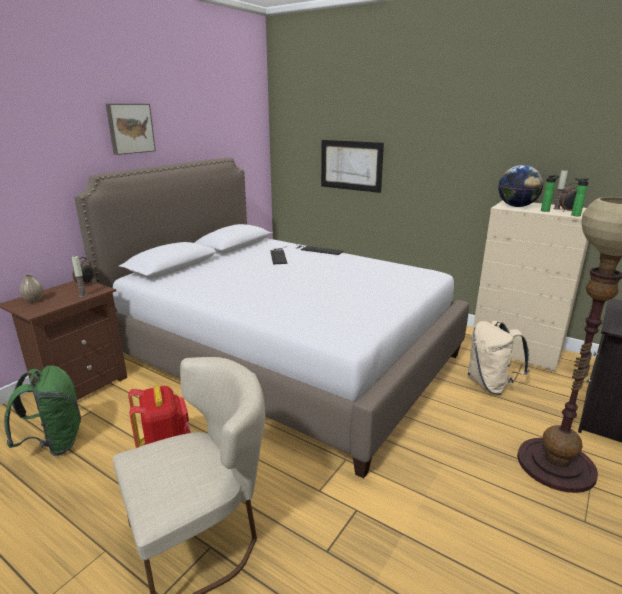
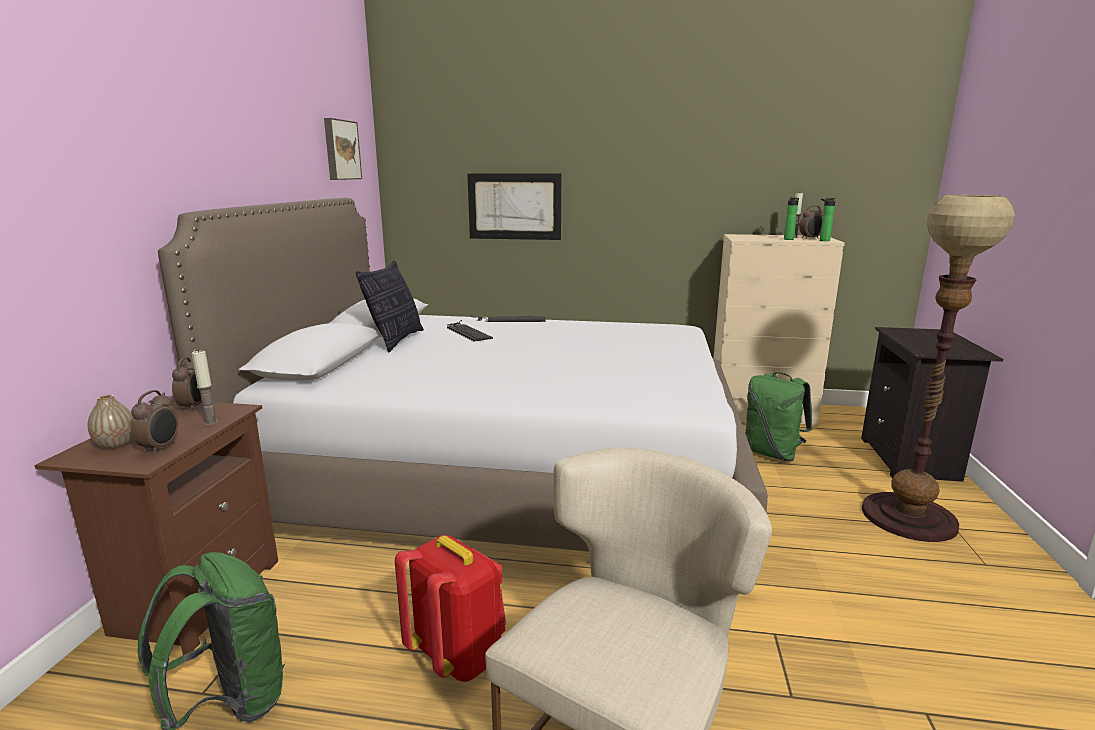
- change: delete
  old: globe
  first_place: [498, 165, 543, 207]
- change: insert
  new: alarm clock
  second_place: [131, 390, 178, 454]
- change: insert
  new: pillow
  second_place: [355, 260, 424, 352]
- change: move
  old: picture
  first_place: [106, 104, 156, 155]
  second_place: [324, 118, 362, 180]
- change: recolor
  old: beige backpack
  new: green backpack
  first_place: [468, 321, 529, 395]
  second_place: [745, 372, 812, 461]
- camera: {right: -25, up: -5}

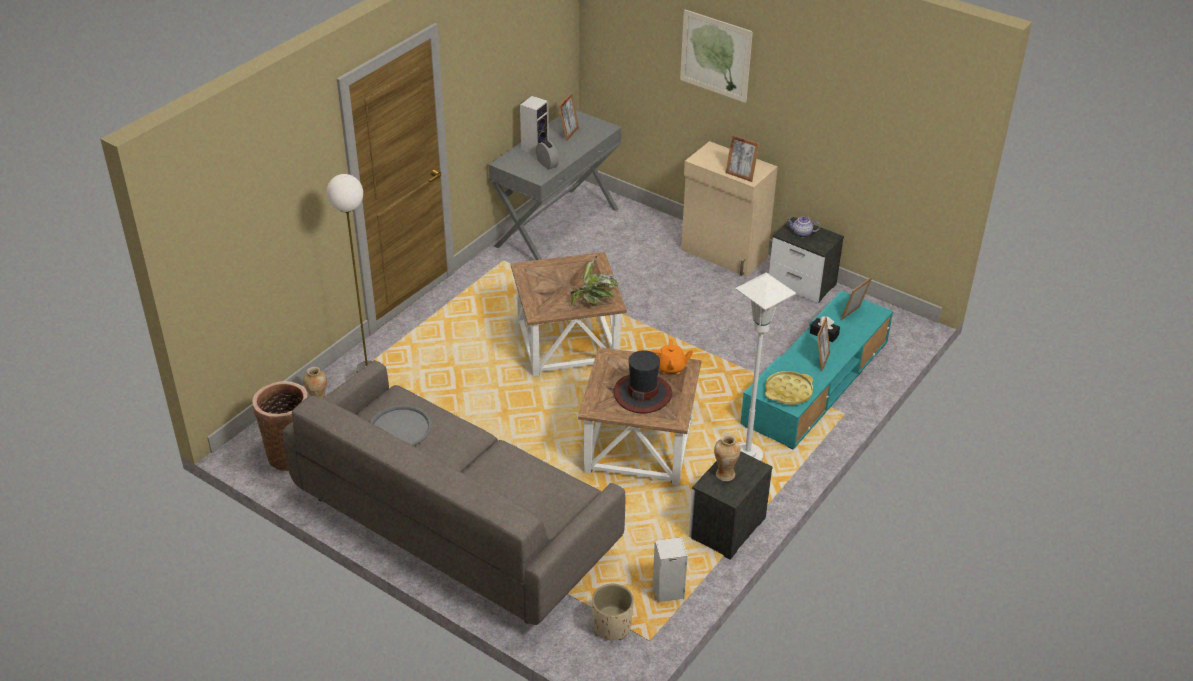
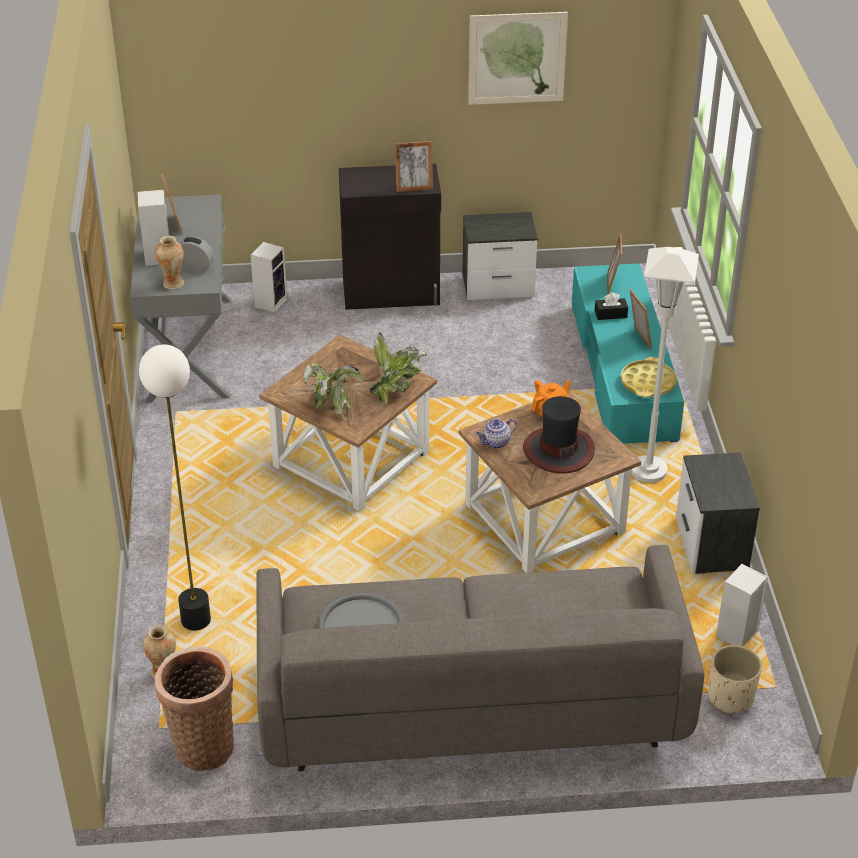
- change: insert
  new: speaker
  second_place: [250, 242, 287, 313]
- change: insert
  new: potted plant
  second_place: [303, 362, 364, 419]
- change: move
  old: picture
  first_place: [680, 10, 753, 103]
  second_place: [468, 12, 568, 105]
- change: move
  old: vase
  first_place: [714, 434, 741, 481]
  second_place: [155, 236, 184, 290]
- change: move
  old: teapot
  first_place: [787, 216, 820, 237]
  second_place: [476, 418, 517, 449]
- change: recolor
  old: beige cabinet
  new: black cabinet
  first_place: [681, 141, 778, 277]
  second_place: [339, 164, 441, 310]
- camera: {right: -40, up: 0}

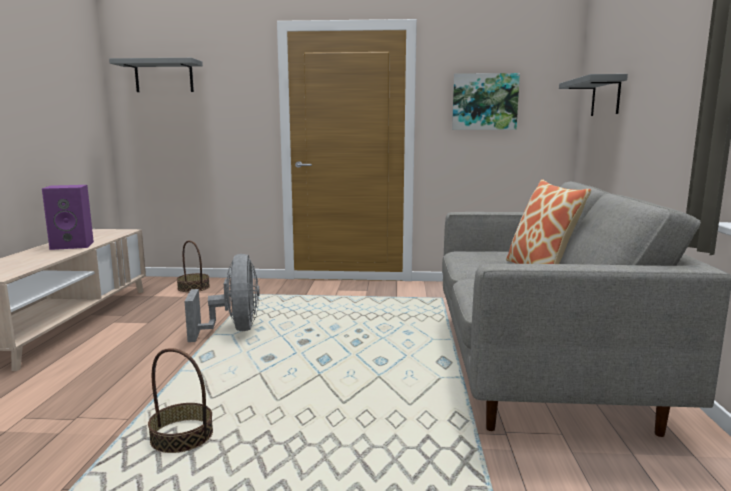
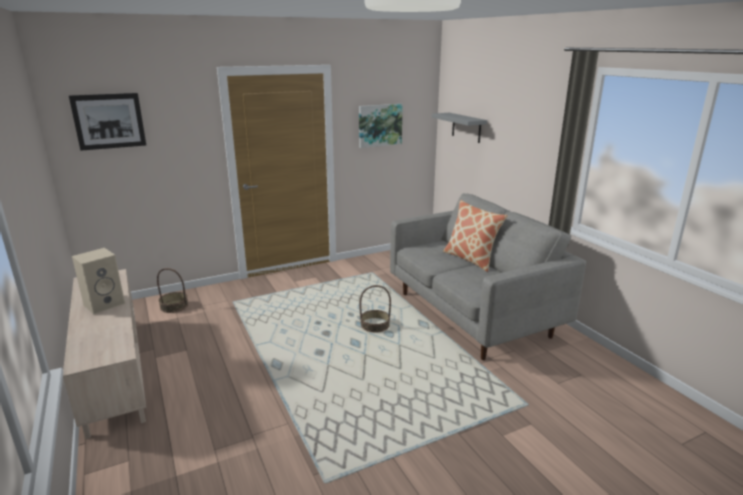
- change: delete
  old: grey fan
  first_place: [185, 254, 259, 342]
- change: move
  old: basket
  first_place: [148, 348, 213, 453]
  second_place: [360, 285, 391, 333]
- change: replace
  old: grey shelf
  new: picture
  first_place: [109, 58, 203, 92]
  second_place: [69, 93, 146, 151]
- change: recolor
  old: purple speaker
  new: beige speaker
  first_place: [42, 185, 94, 250]
  second_place: [72, 248, 125, 314]
- camera: {right: -30, up: 10}

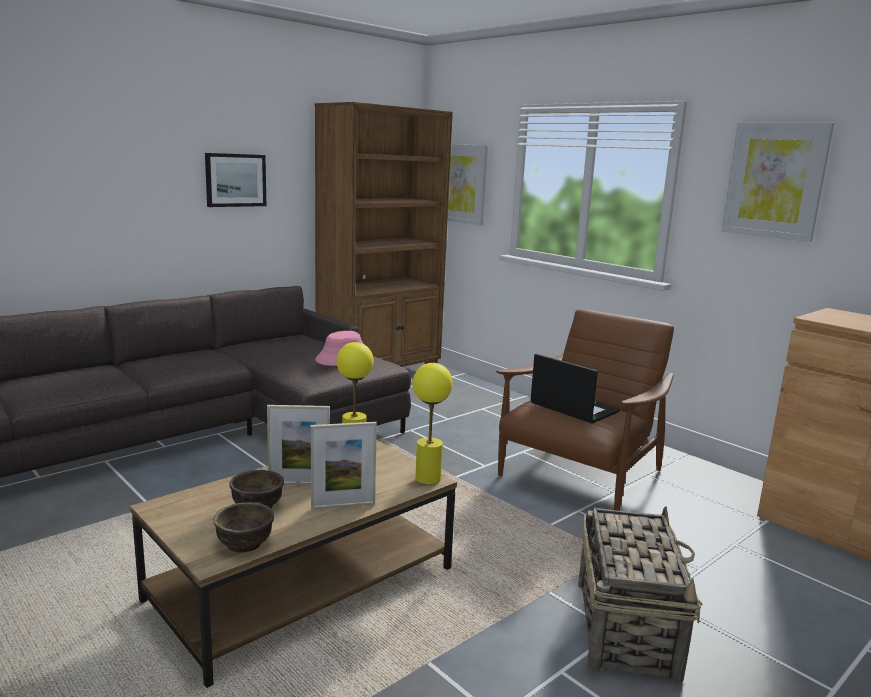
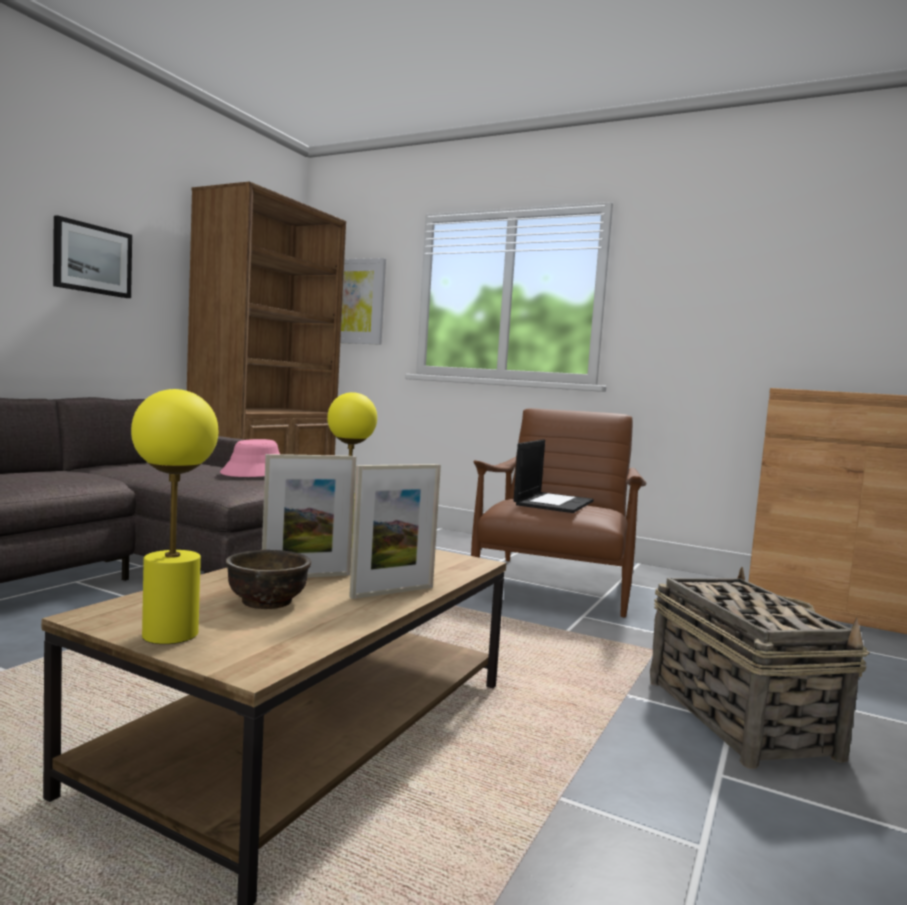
- change: delete
  old: brown bowl
  first_place: [213, 502, 274, 553]
- change: delete
  old: picture
  first_place: [721, 123, 834, 242]
- change: move
  old: yellow table lamp
  first_place: [413, 363, 453, 485]
  second_place: [131, 389, 218, 644]
- change: rotate
  old: laptop
  first_place: [530, 354, 620, 424]
  second_place: [513, 440, 594, 513]
  degrees: 90
- camera: {right: -20, up: -10}

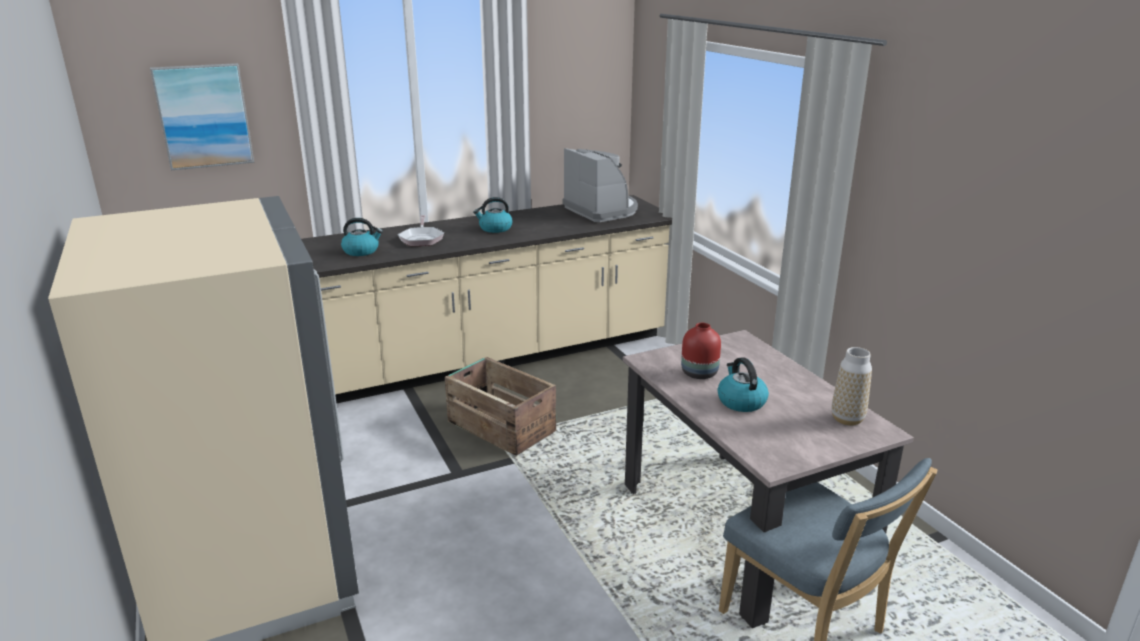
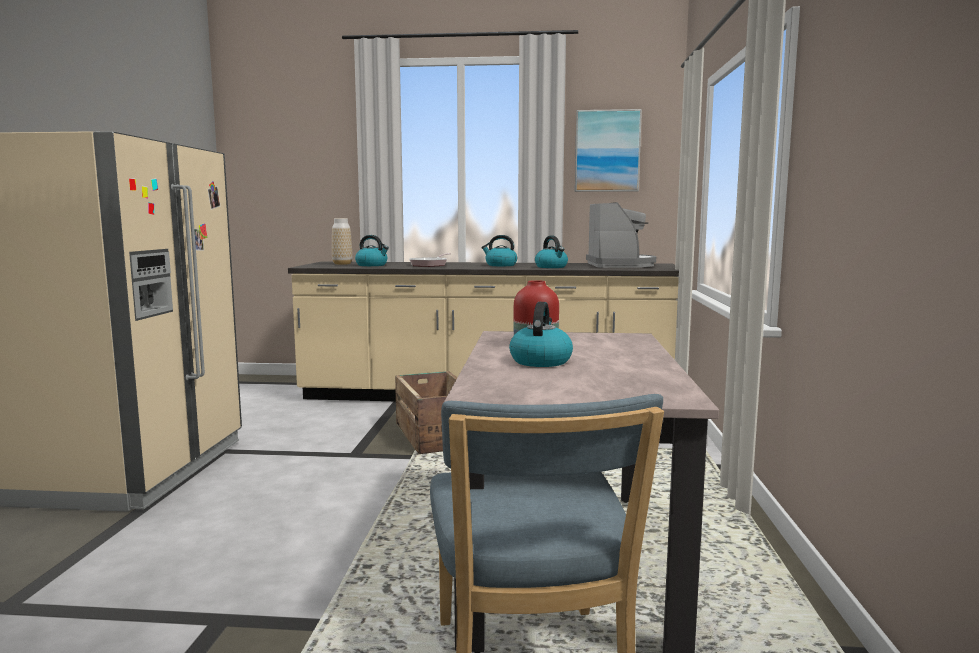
- change: insert
  new: kettle
  second_place: [535, 236, 568, 268]
- change: move
  old: picture
  first_place: [150, 63, 254, 170]
  second_place: [575, 109, 642, 192]
- change: move
  old: vase
  first_place: [831, 347, 872, 426]
  second_place: [332, 218, 353, 265]
- camera: {right: 30, up: -15}

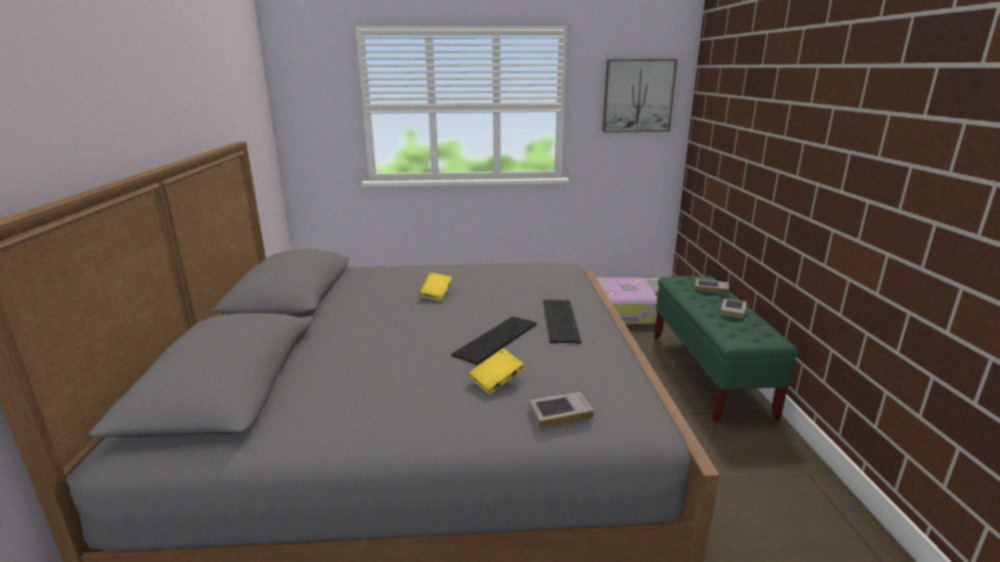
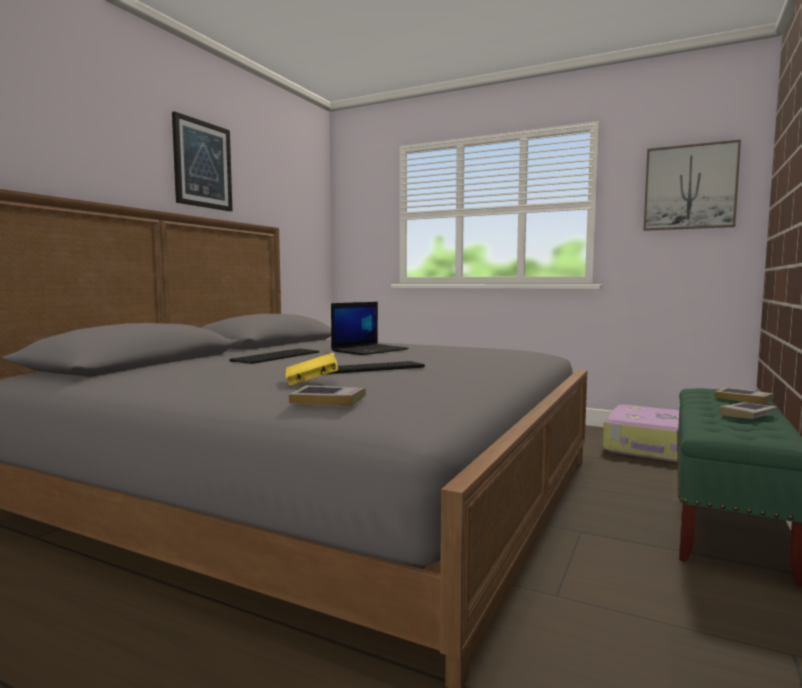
- change: insert
  new: picture
  second_place: [172, 111, 233, 211]
- change: move
  old: keyboard
  first_place: [543, 300, 581, 343]
  second_place: [229, 349, 319, 364]
- change: replace
  old: yellow book
  new: laptop
  first_place: [419, 272, 452, 301]
  second_place: [331, 302, 409, 355]
- camera: {right: 30, up: -15}

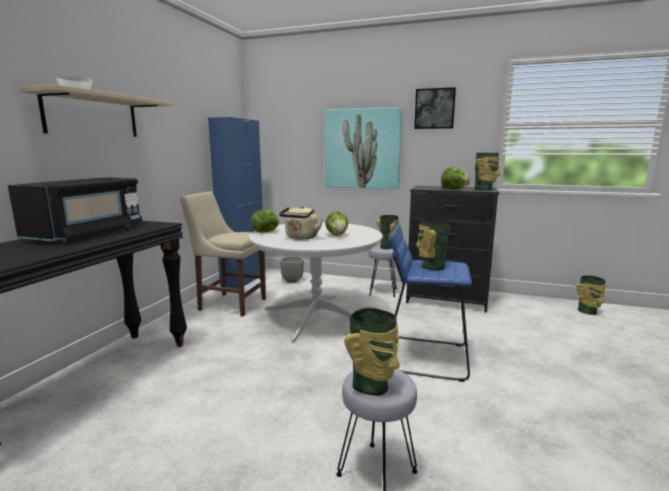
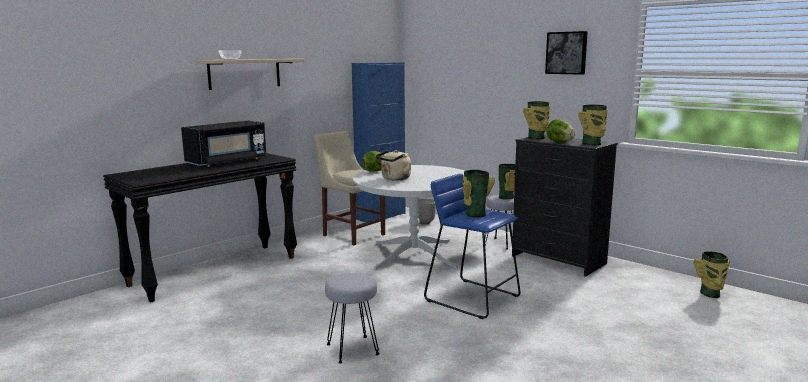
- change: delete
  old: picture
  first_place: [325, 107, 402, 189]
- change: delete
  old: lettuce
  first_place: [325, 211, 348, 236]
- change: move
  old: vase
  first_place: [344, 308, 400, 396]
  second_place: [523, 101, 550, 139]
- camera: {right: 25, up: 0}

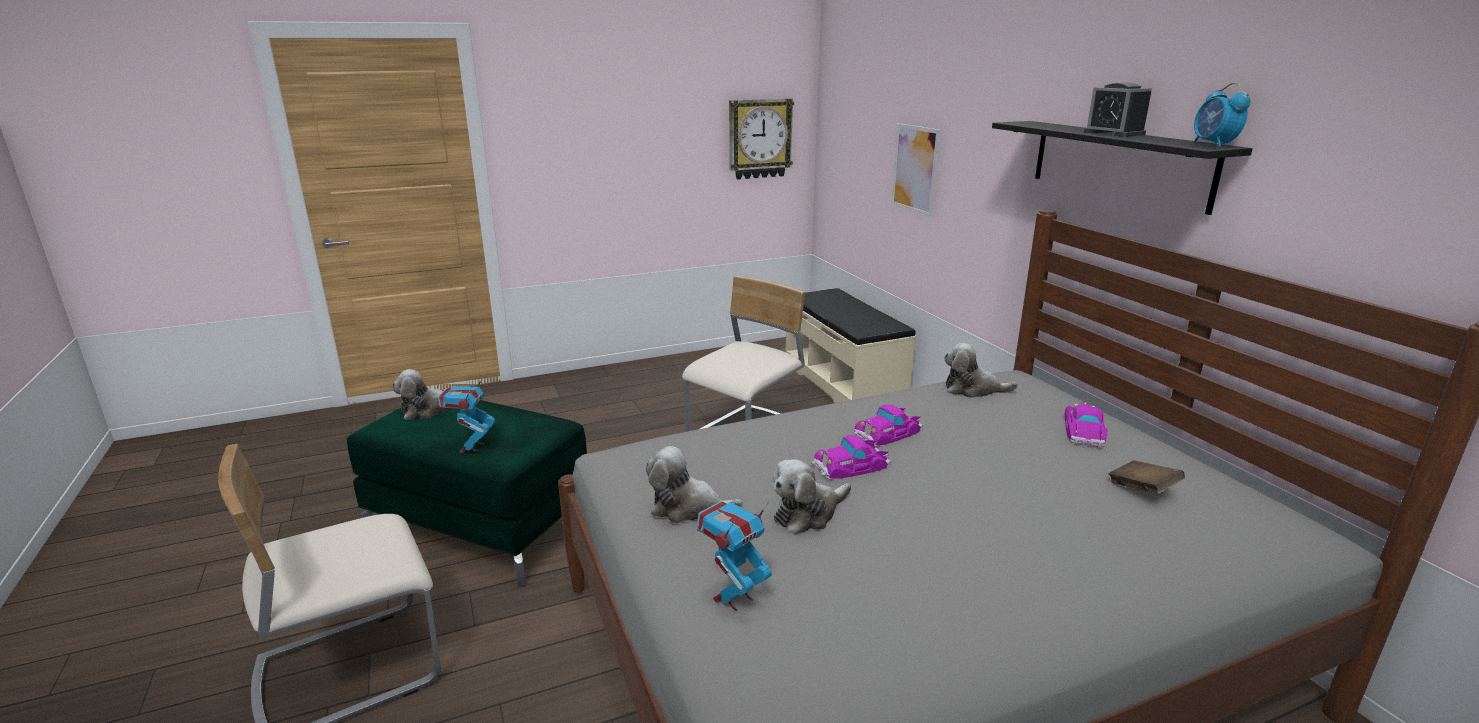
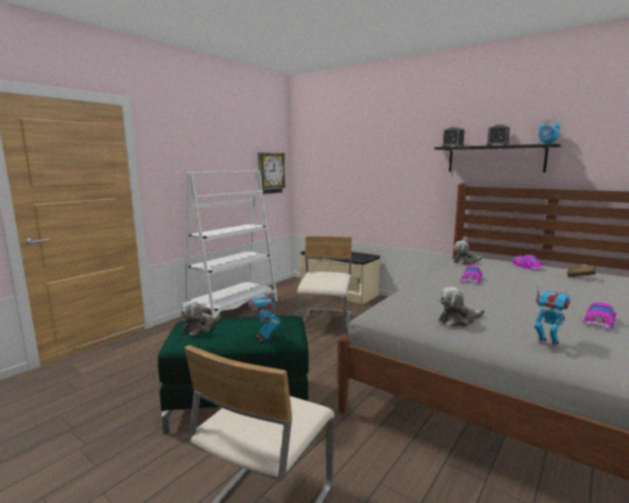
- change: delete
  old: plush toy
  first_place: [773, 459, 851, 534]
- change: delete
  old: picture
  first_place: [891, 123, 941, 217]
- change: insert
  new: white bookcase
  second_place: [185, 170, 278, 317]
- change: insert
  new: alarm clock
  second_place: [441, 127, 465, 147]
- change: move
  old: toy car
  first_place: [811, 435, 892, 480]
  second_place: [584, 302, 616, 330]
- change: rotate
  old: toy robot
  first_place: [697, 501, 772, 611]
  second_place: [534, 286, 571, 348]
  degrees: 120
- camera: {right: -30, up: -10}

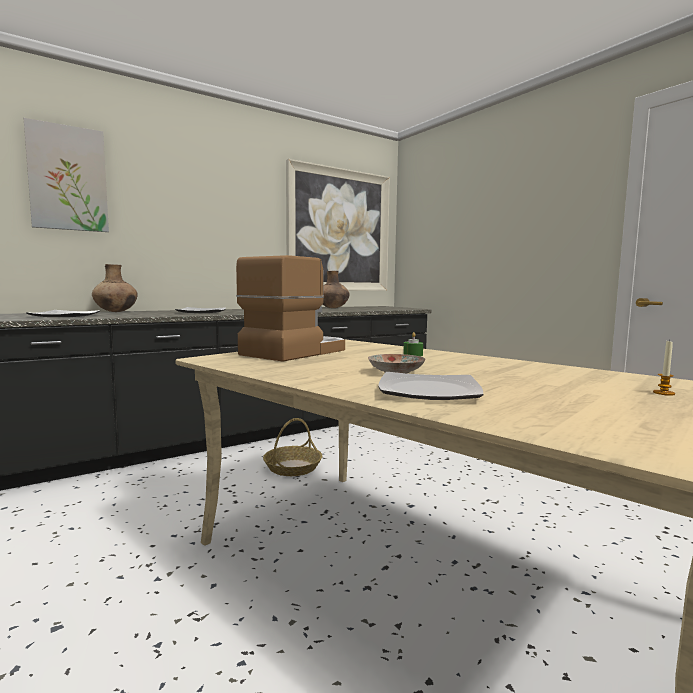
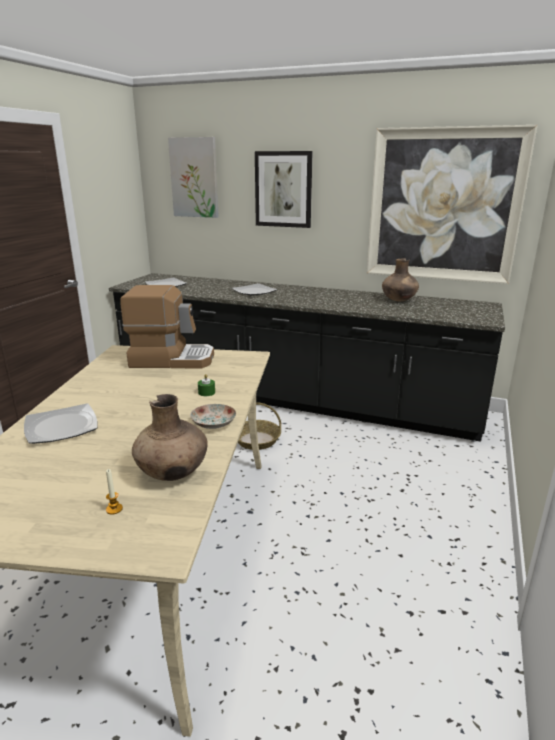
- change: insert
  new: picture
  second_place: [255, 151, 313, 228]
- change: move
  old: brown vase
  first_place: [92, 264, 138, 312]
  second_place: [132, 394, 208, 481]
- change: move
  old: plate
  first_place: [368, 354, 426, 374]
  second_place: [190, 404, 236, 429]
- camera: {right: 55, up: 15}

